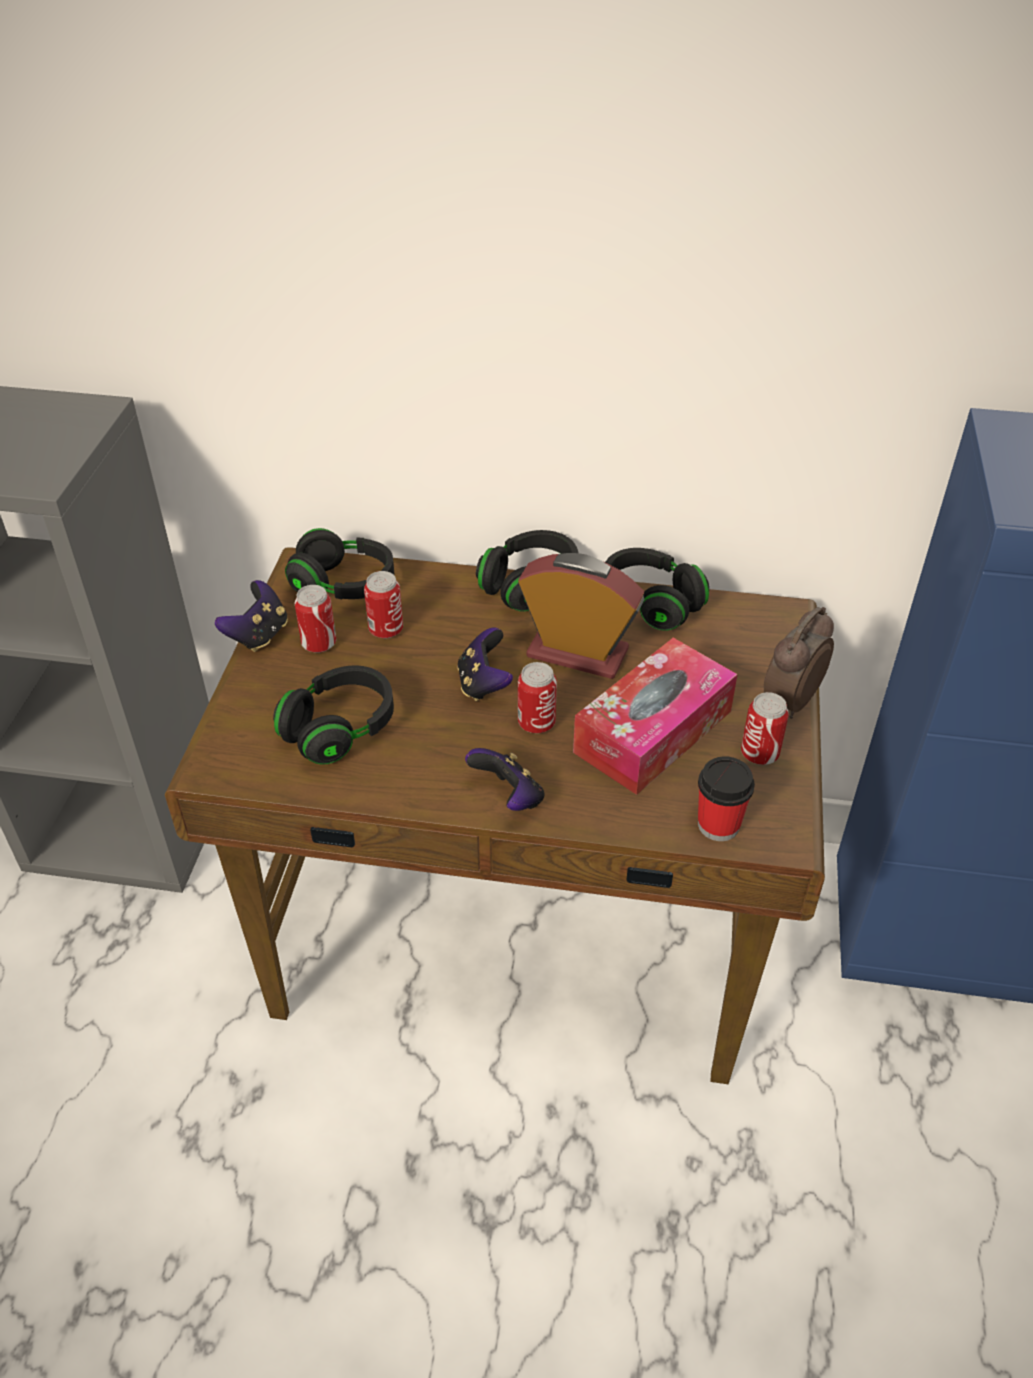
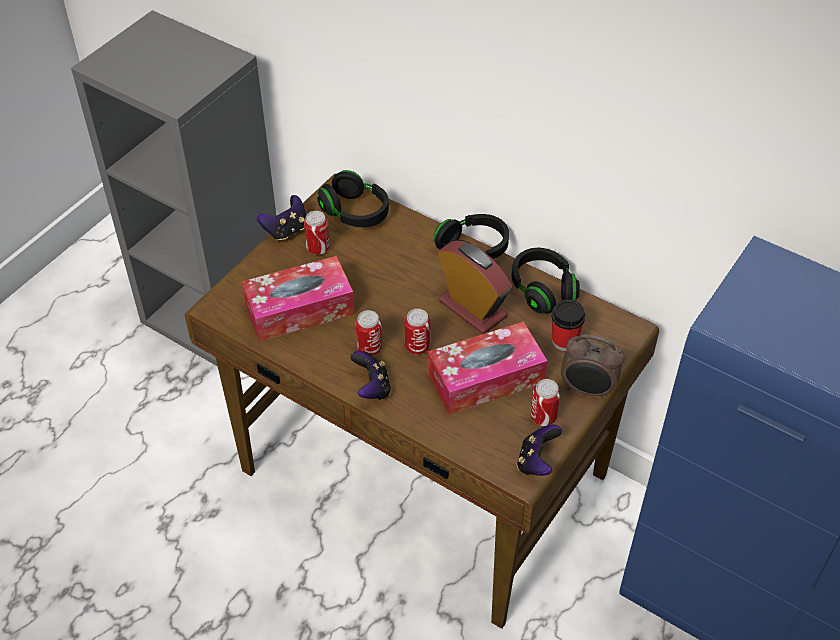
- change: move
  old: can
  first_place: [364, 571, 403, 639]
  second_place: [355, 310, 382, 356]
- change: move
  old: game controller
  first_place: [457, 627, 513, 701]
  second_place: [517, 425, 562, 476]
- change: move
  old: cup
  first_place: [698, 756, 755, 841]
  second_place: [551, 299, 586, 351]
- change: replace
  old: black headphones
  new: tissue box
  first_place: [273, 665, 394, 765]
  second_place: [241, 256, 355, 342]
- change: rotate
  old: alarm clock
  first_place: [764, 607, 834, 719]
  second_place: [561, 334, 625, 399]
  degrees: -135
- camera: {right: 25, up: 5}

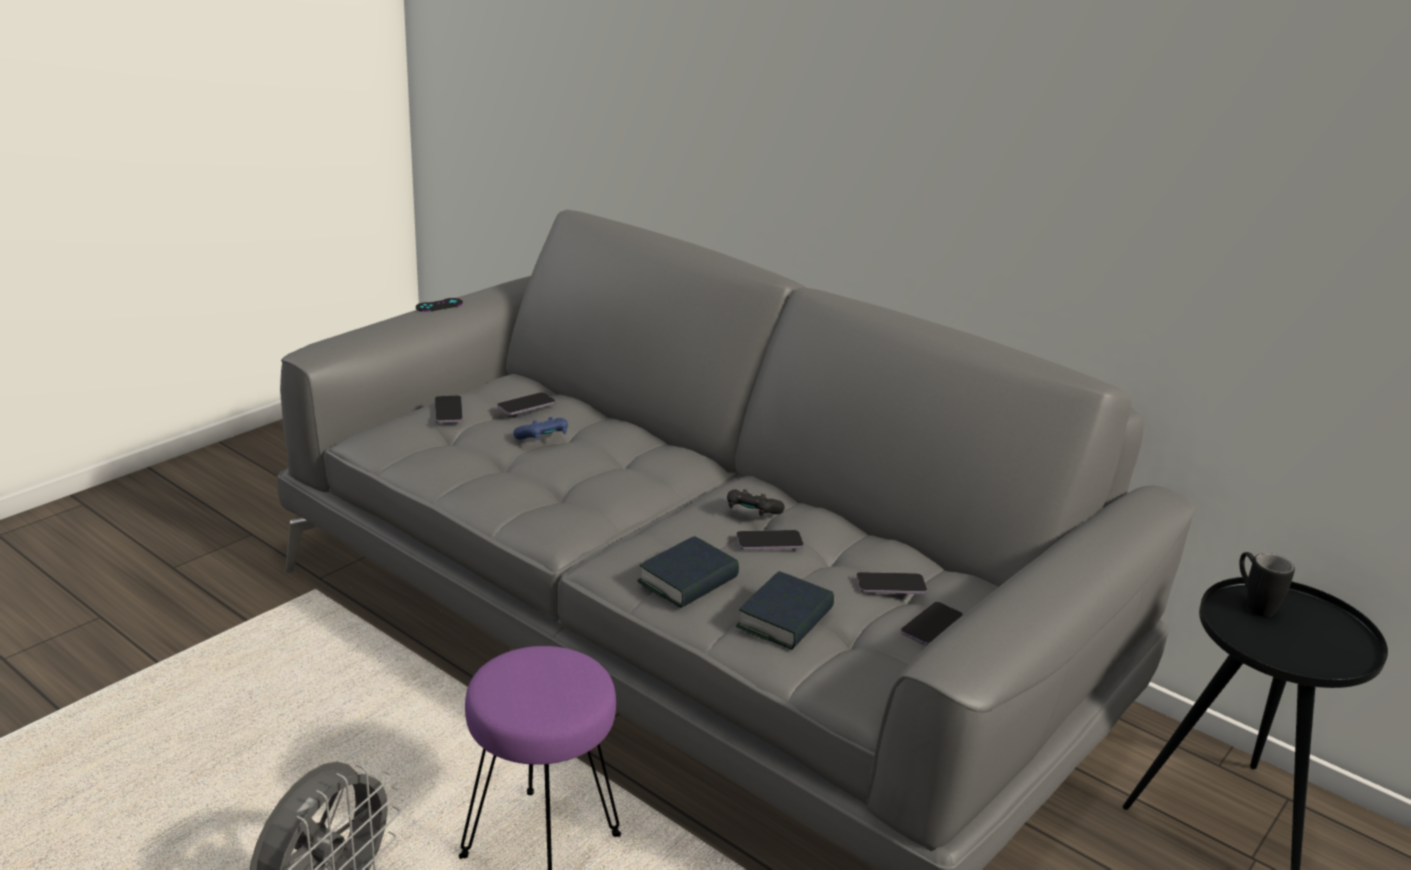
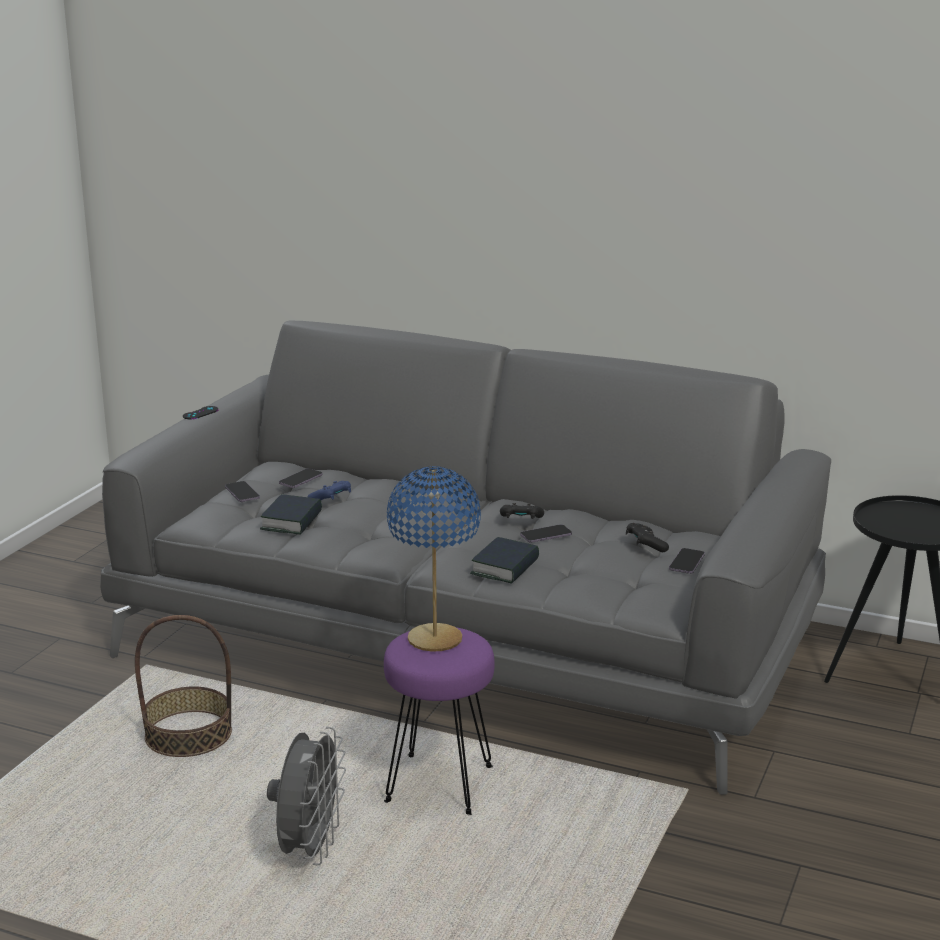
- change: delete
  old: black mug
  first_place: [1239, 552, 1295, 617]
- change: insert
  new: basket
  second_place: [135, 615, 232, 757]
- change: insert
  new: blue table lamp
  second_place: [387, 466, 481, 652]
- change: move
  old: book
  first_place: [736, 571, 834, 650]
  second_place: [260, 494, 322, 535]
- change: replace
  old: phone
  new: black game controller
  first_place: [856, 572, 927, 594]
  second_place: [626, 523, 669, 552]
- camera: {right: -15, up: -5}

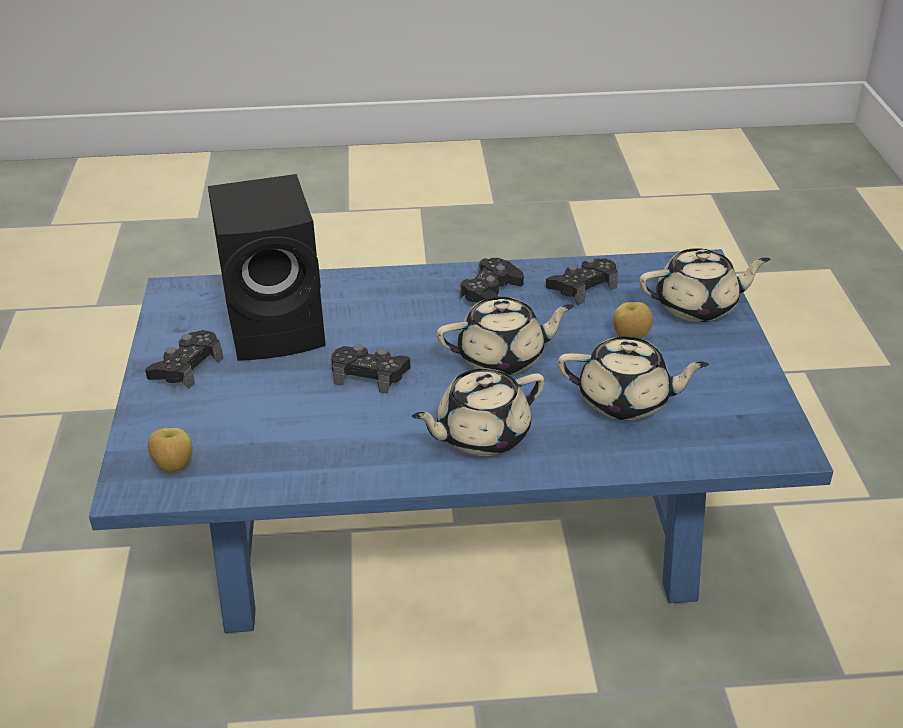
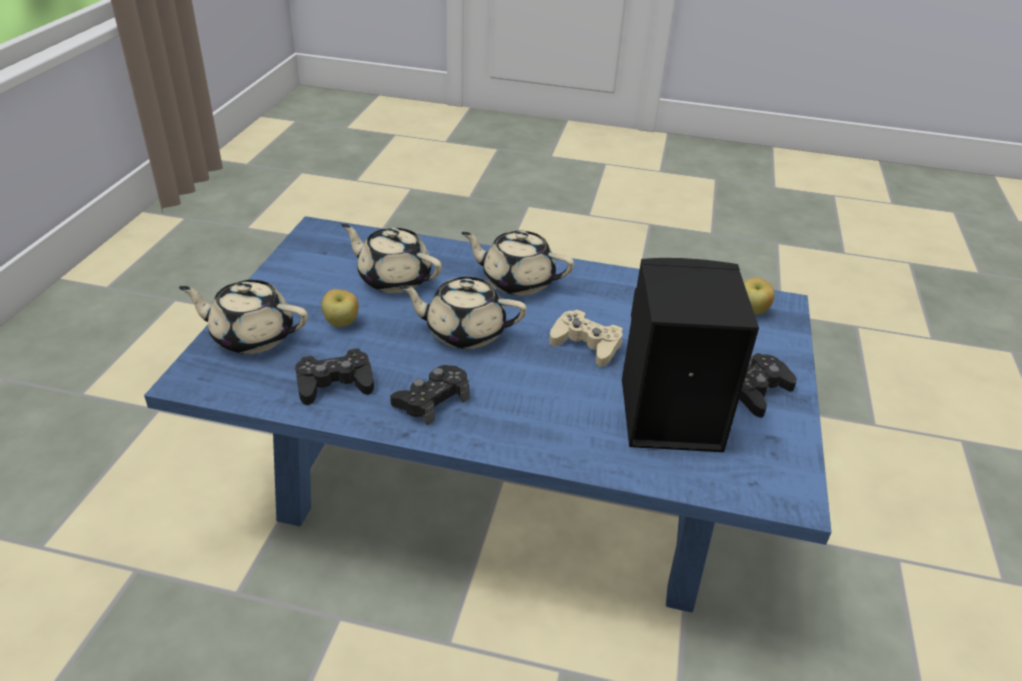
- change: recolor
  old: black game controller
  new: beige game controller
  first_place: [331, 344, 411, 394]
  second_place: [549, 310, 623, 367]
- change: rotate
  old: beige teapot
  first_place: [412, 368, 545, 456]
  second_place: [461, 230, 574, 296]
  degrees: -150
- camera: {right: -165, up: 0}

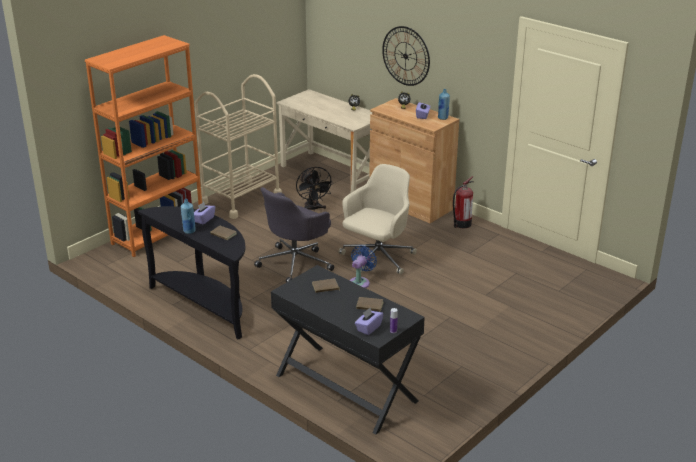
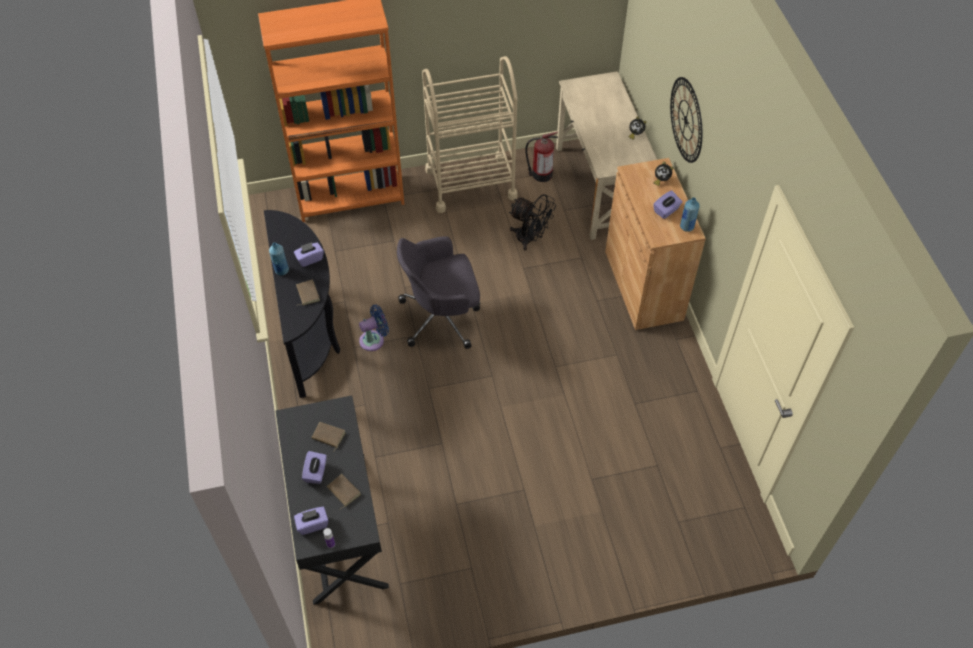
- change: delete
  old: beige office chair
  first_place: [338, 164, 417, 275]
- change: insert
  new: purple tissue box
  second_place: [302, 451, 327, 484]
- change: move
  old: blue fan
  first_place: [350, 245, 377, 288]
  second_place: [359, 305, 389, 351]
- change: move
  old: fire extinguisher
  first_place: [453, 176, 474, 228]
  second_place: [525, 132, 558, 182]
- change: rotate
  old: black fan
  first_place: [296, 166, 334, 211]
  second_place: [509, 194, 556, 251]
  degrees: -75
- camera: {right: 35, up: 25}

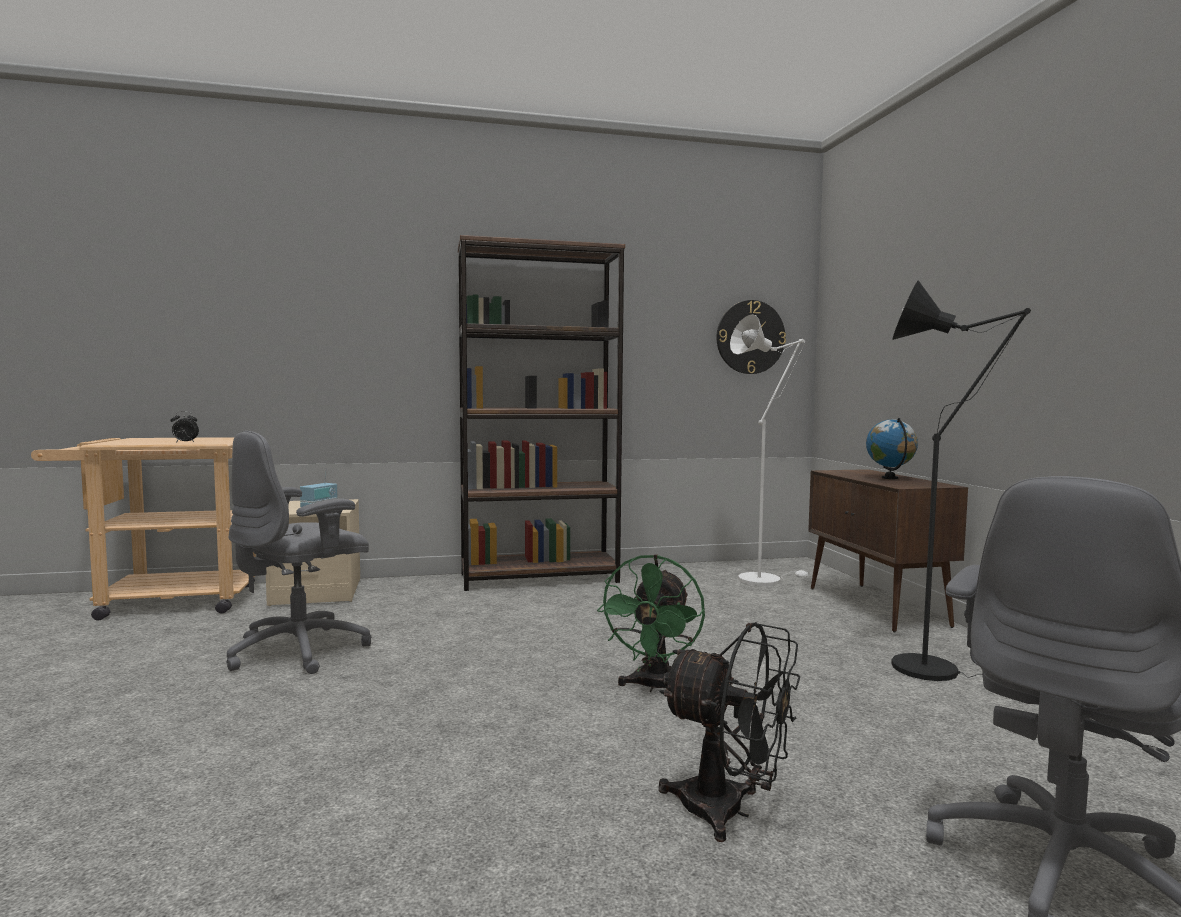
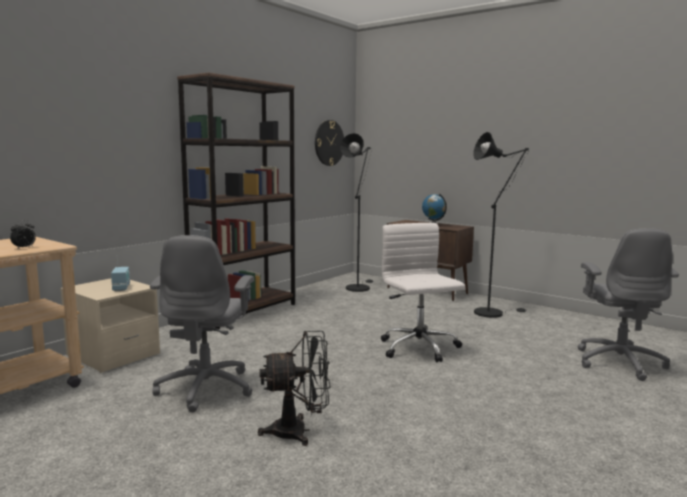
- change: move
  old: black fan
  first_place: [659, 622, 800, 842]
  second_place: [258, 331, 330, 446]
- change: replace
  old: green fan
  new: white office chair
  first_place: [597, 554, 705, 692]
  second_place: [381, 223, 465, 362]
- change: recolor
  old: white floor lamp
  new: black floor lamp
  first_place: [730, 314, 809, 586]
  second_place: [340, 133, 373, 292]
- camera: {right: -40, up: 5}

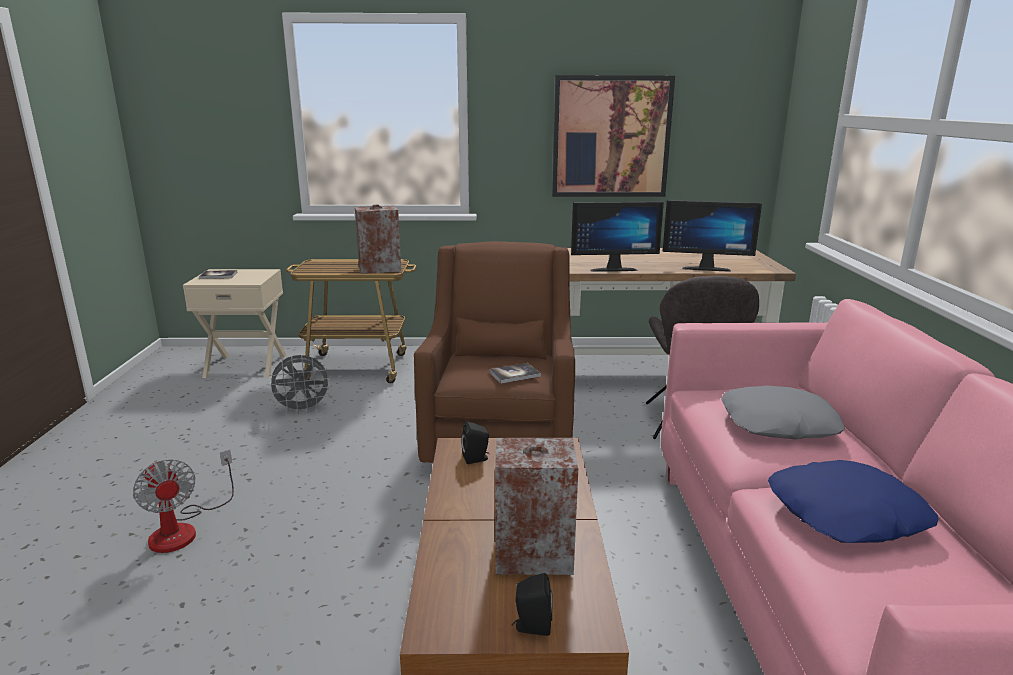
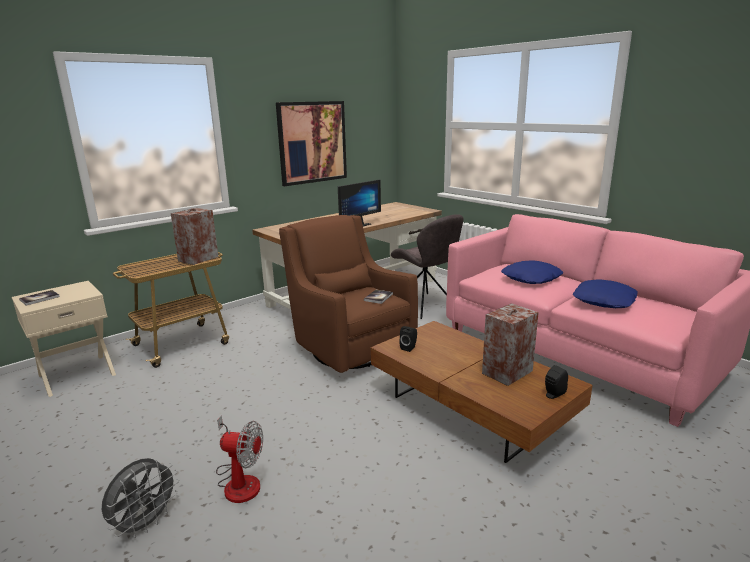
- change: delete
  old: monitor
  first_place: [663, 200, 762, 272]
- change: move
  old: grey fan
  first_place: [267, 355, 332, 412]
  second_place: [102, 458, 179, 538]
- change: recolor
  old: grey pillow
  new: blue pillow
  first_place: [721, 385, 845, 440]
  second_place: [501, 260, 563, 284]
- camera: {right: -40, up: 0}

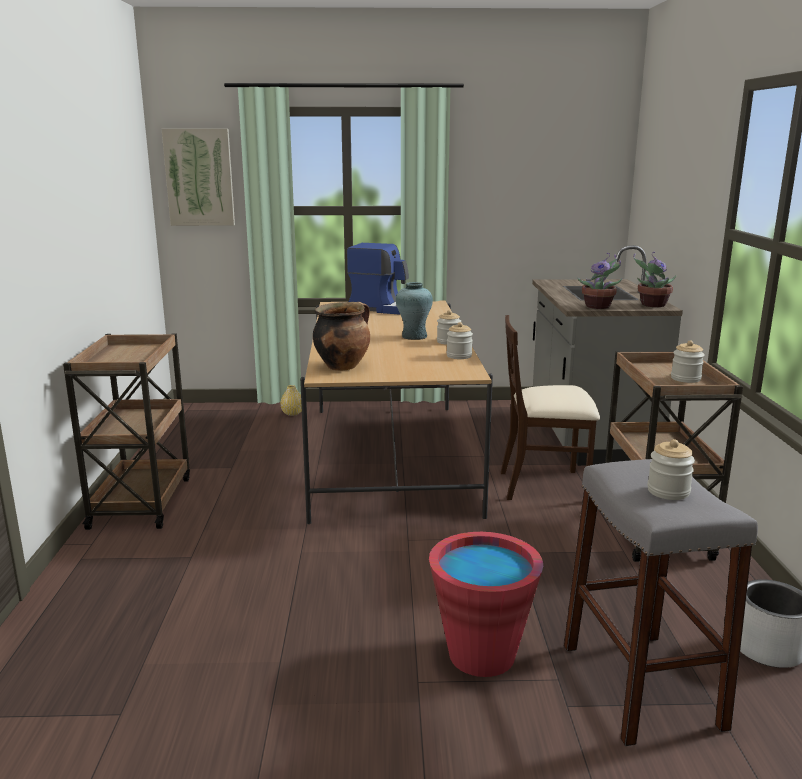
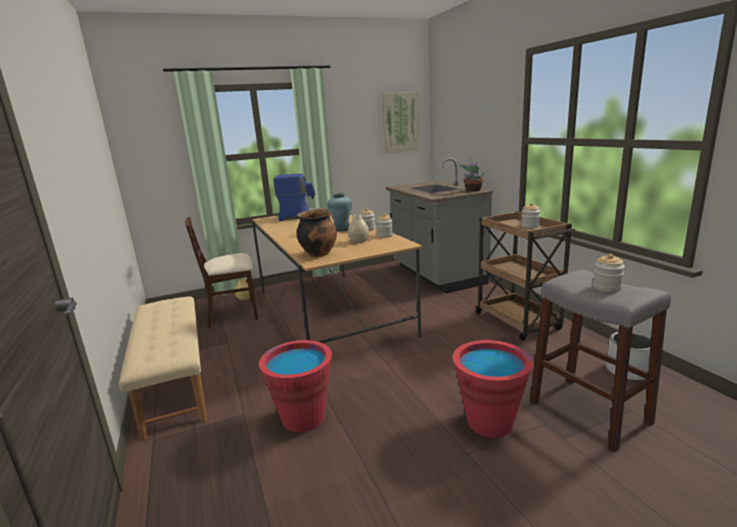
- change: delete
  old: potted plant
  first_place: [577, 253, 622, 309]
- change: insert
  new: red bucket
  second_place: [259, 340, 332, 432]
- change: insert
  new: beige vase
  second_place: [348, 214, 369, 243]
- change: move
  old: picture
  first_place: [162, 129, 235, 226]
  second_place: [382, 92, 420, 153]
- change: move
  old: beige chair
  first_place: [500, 315, 600, 500]
  second_place: [185, 217, 258, 328]
- change: replace
  old: brown cart
  new: beige bench
  first_place: [63, 333, 190, 530]
  second_place: [119, 297, 208, 440]
- camera: {right: -20, up: 0}

